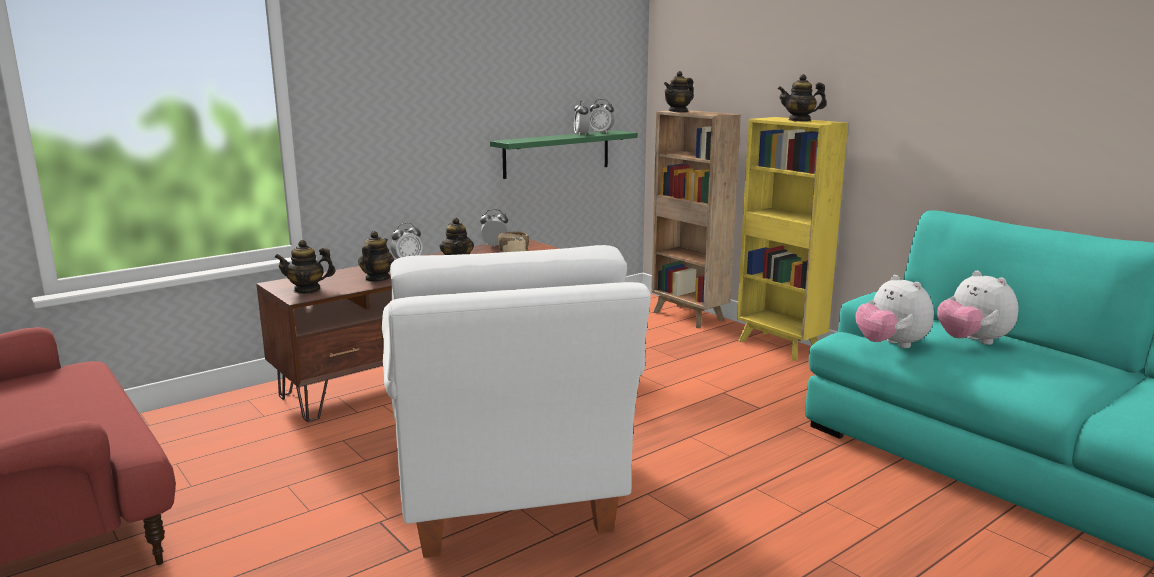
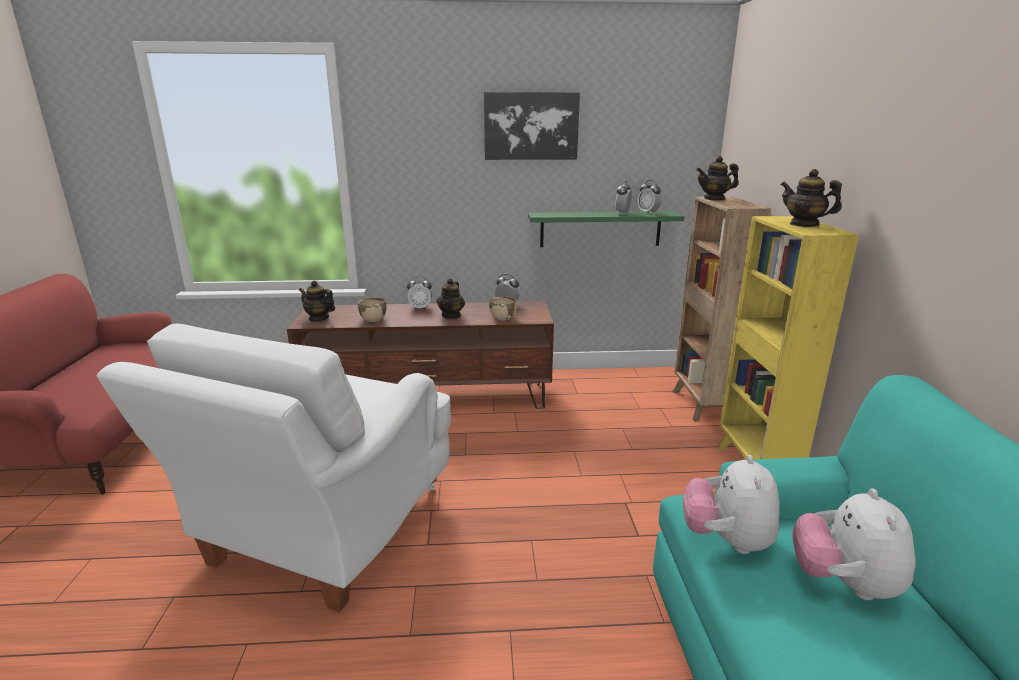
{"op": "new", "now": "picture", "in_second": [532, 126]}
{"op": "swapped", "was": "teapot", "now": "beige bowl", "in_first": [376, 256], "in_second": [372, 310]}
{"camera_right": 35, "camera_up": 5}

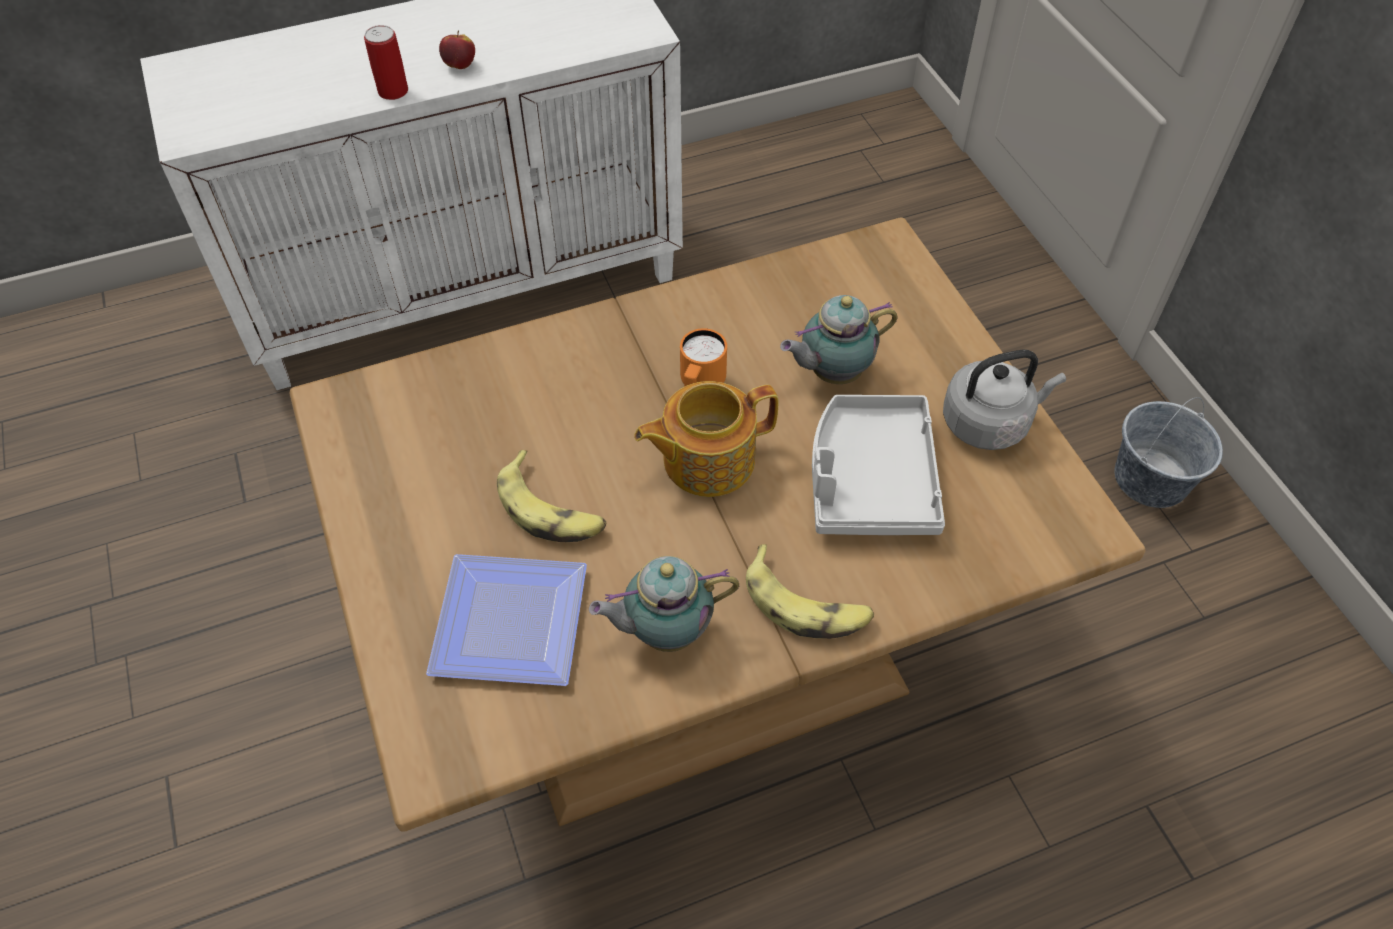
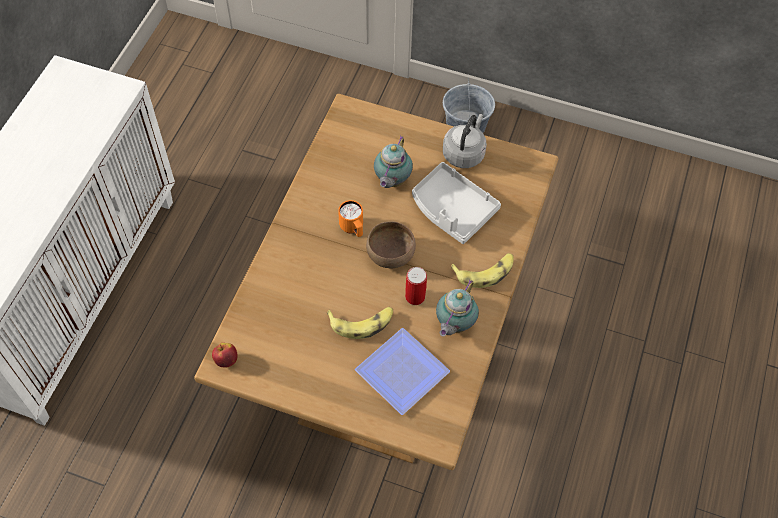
{"op": "shifted", "was": "can", "in_first": [386, 62], "in_second": [416, 286]}
{"op": "shifted", "was": "apple", "in_first": [457, 49], "in_second": [225, 355]}
{"op": "swapped", "was": "teapot", "now": "brown bowl", "in_first": [706, 439], "in_second": [391, 244]}
{"camera_right": -50, "camera_up": 5}

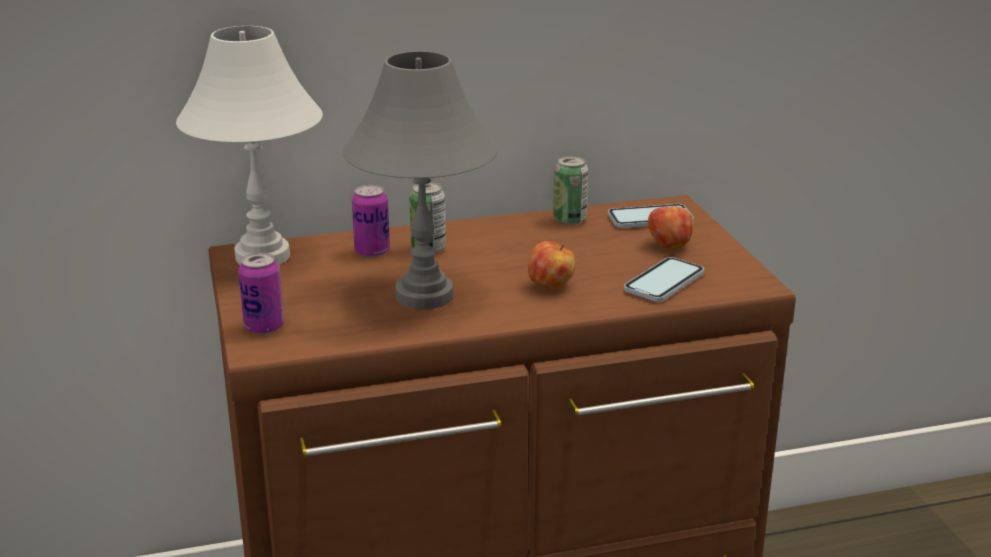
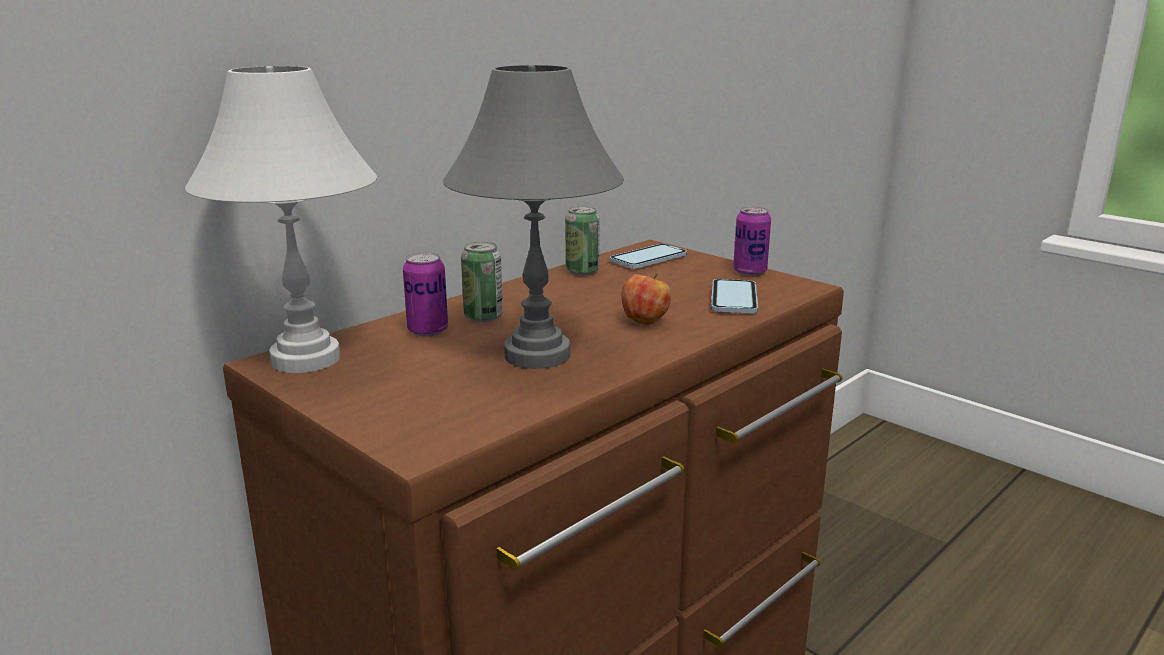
{"op": "gone", "was": "apple", "in_first": [670, 225]}
{"op": "shifted", "was": "can", "in_first": [261, 293], "in_second": [752, 241]}
{"camera_right": -30, "camera_up": -5}

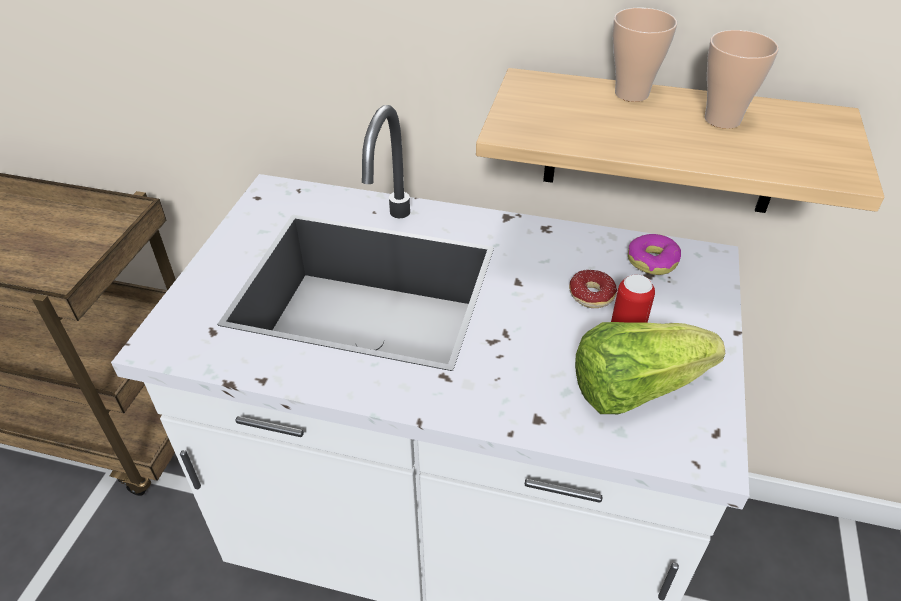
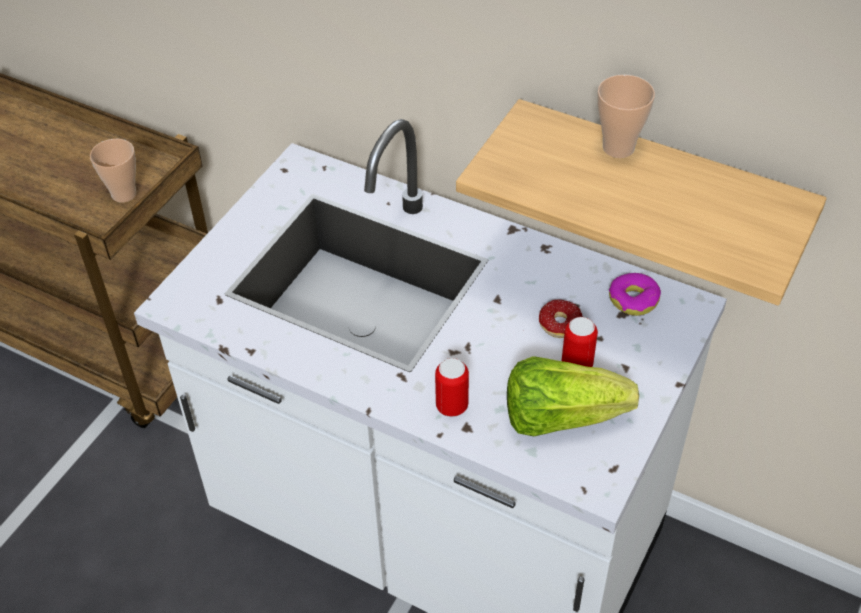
{"op": "new", "now": "can", "in_second": [452, 387]}
{"op": "shifted", "was": "cup", "in_first": [742, 79], "in_second": [113, 170]}
{"camera_right": 15, "camera_up": 5}

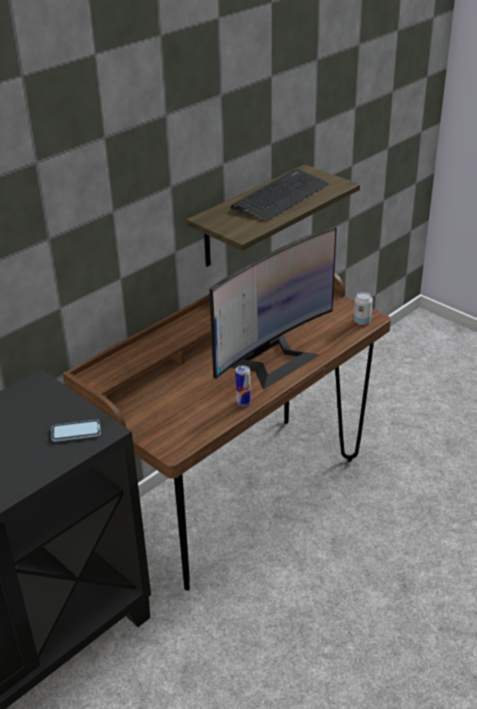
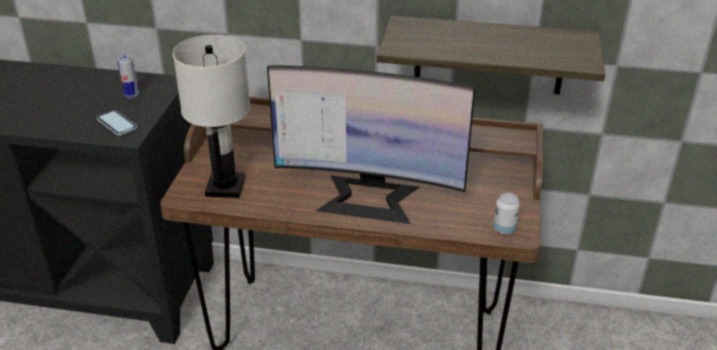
{"op": "gone", "was": "keyboard", "in_first": [280, 195]}
{"op": "new", "now": "white table lamp", "in_second": [212, 116]}
{"op": "shifted", "was": "can", "in_first": [243, 386], "in_second": [128, 77]}
{"camera_right": 55, "camera_up": 0}

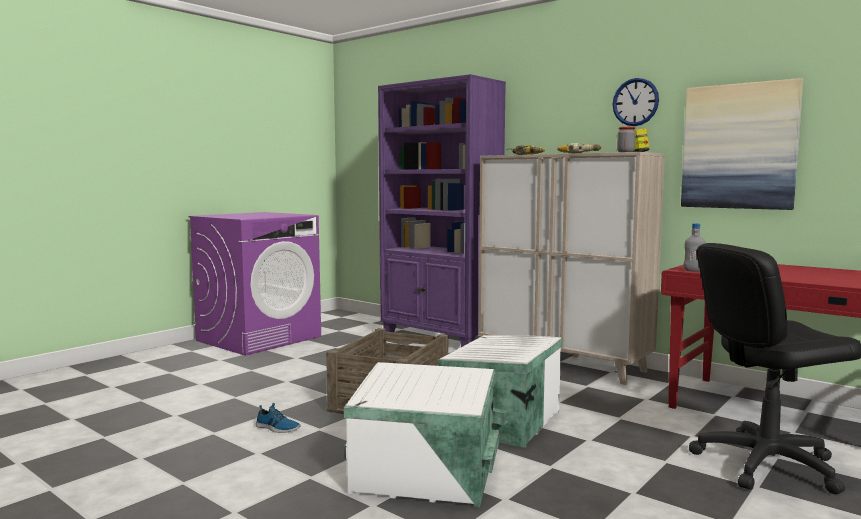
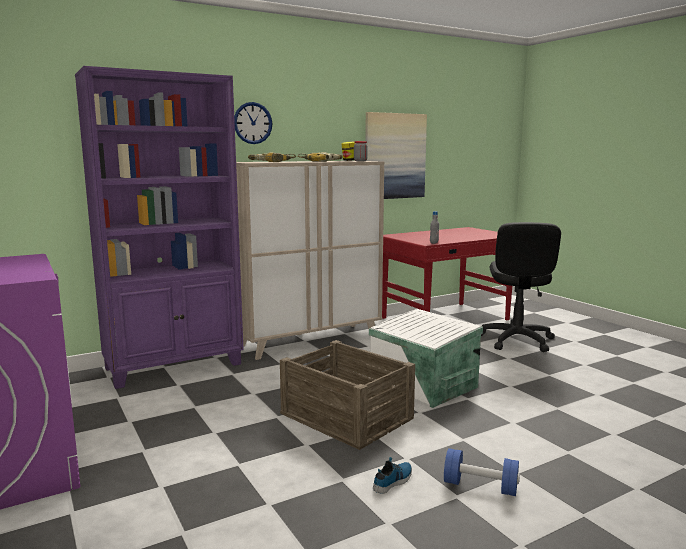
{"op": "gone", "was": "white storage box", "in_first": [421, 434]}
{"op": "new", "now": "blue dumbbell", "in_second": [482, 472]}
{"op": "shifted", "was": "wall clock", "in_first": [636, 102], "in_second": [253, 123]}
{"camera_right": -70, "camera_up": 5}

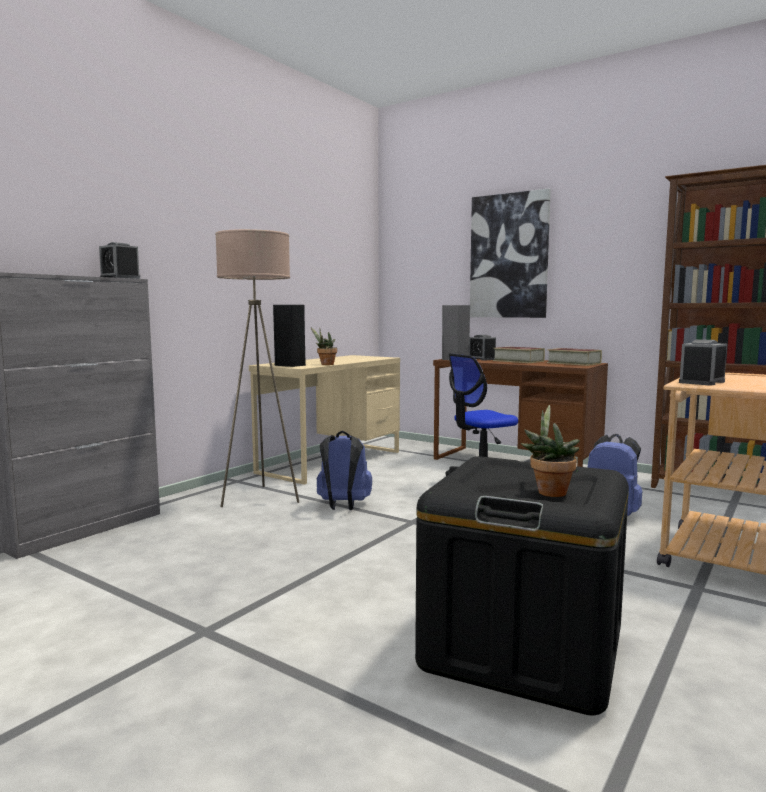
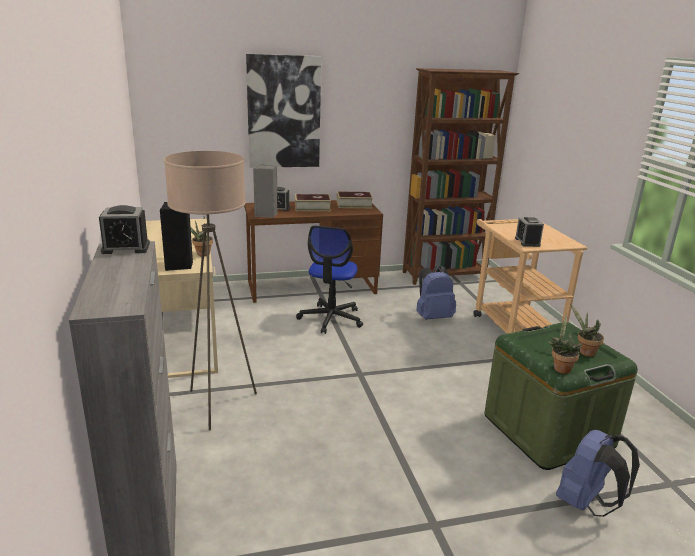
{"op": "new", "now": "potted plant", "in_second": [565, 344]}
{"op": "shifted", "was": "blue backpack", "in_first": [344, 470], "in_second": [598, 473]}
{"op": "repainted", "was": "black storage box", "now": "green storage box", "in_first": [522, 585], "in_second": [561, 396]}
{"camera_right": -50, "camera_up": 15}

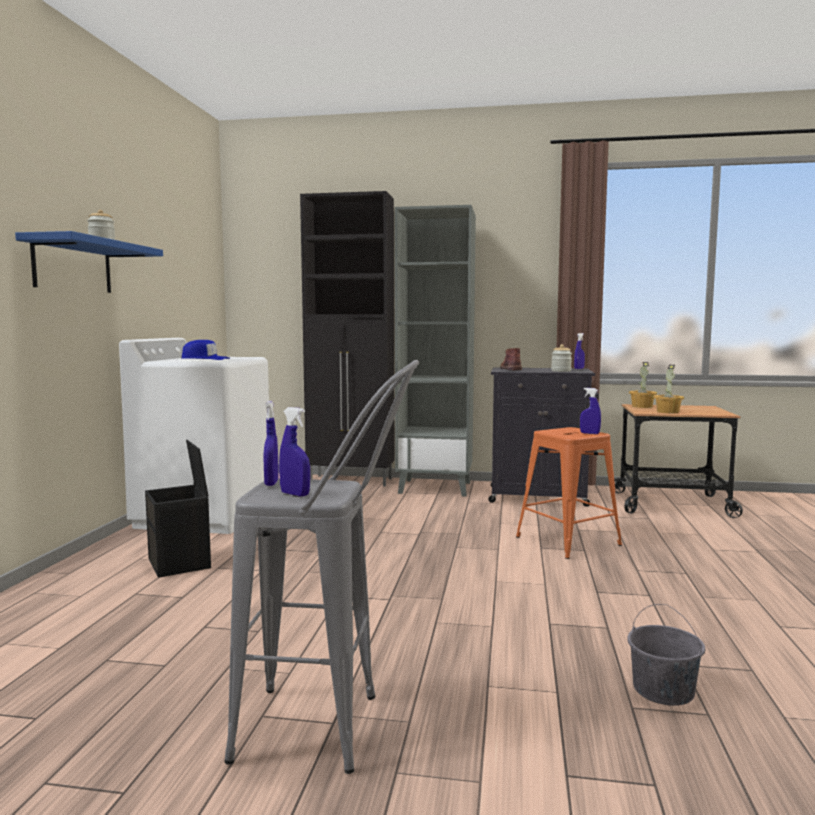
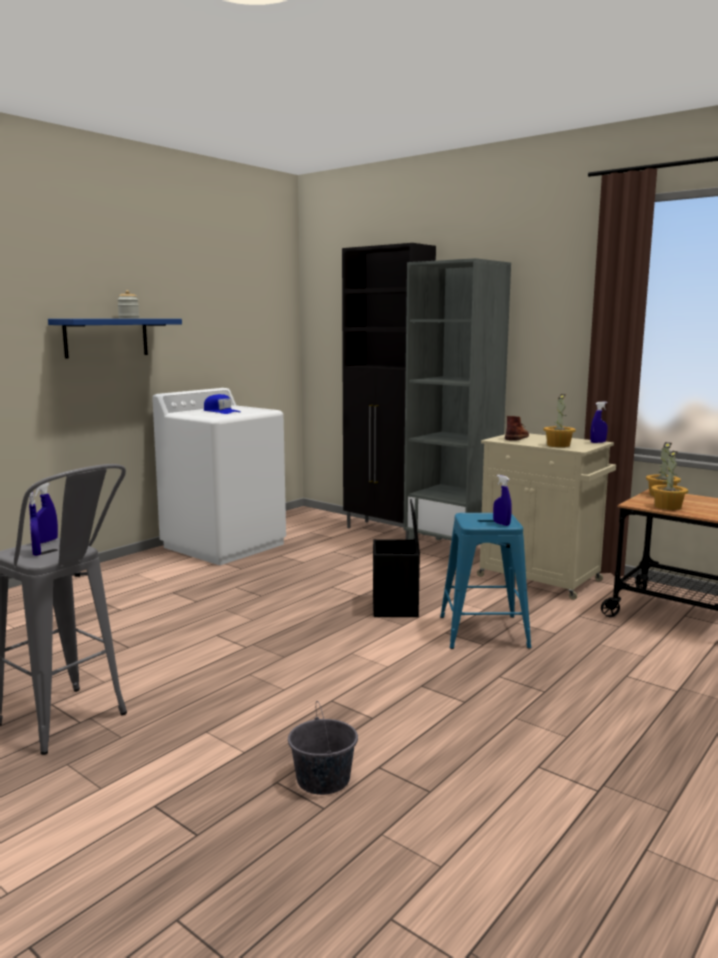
{"op": "shifted", "was": "black storage box", "in_first": [178, 509], "in_second": [396, 558]}
{"op": "swapped", "was": "jar", "now": "potted plant", "in_first": [561, 358], "in_second": [560, 420]}
{"op": "repainted", "was": "black cabinet", "now": "beige cabinet", "in_first": [544, 437], "in_second": [546, 516]}
{"op": "repainted", "was": "orange stool", "now": "blue stool", "in_first": [569, 493], "in_second": [486, 581]}
{"camera_right": 30, "camera_up": 5}

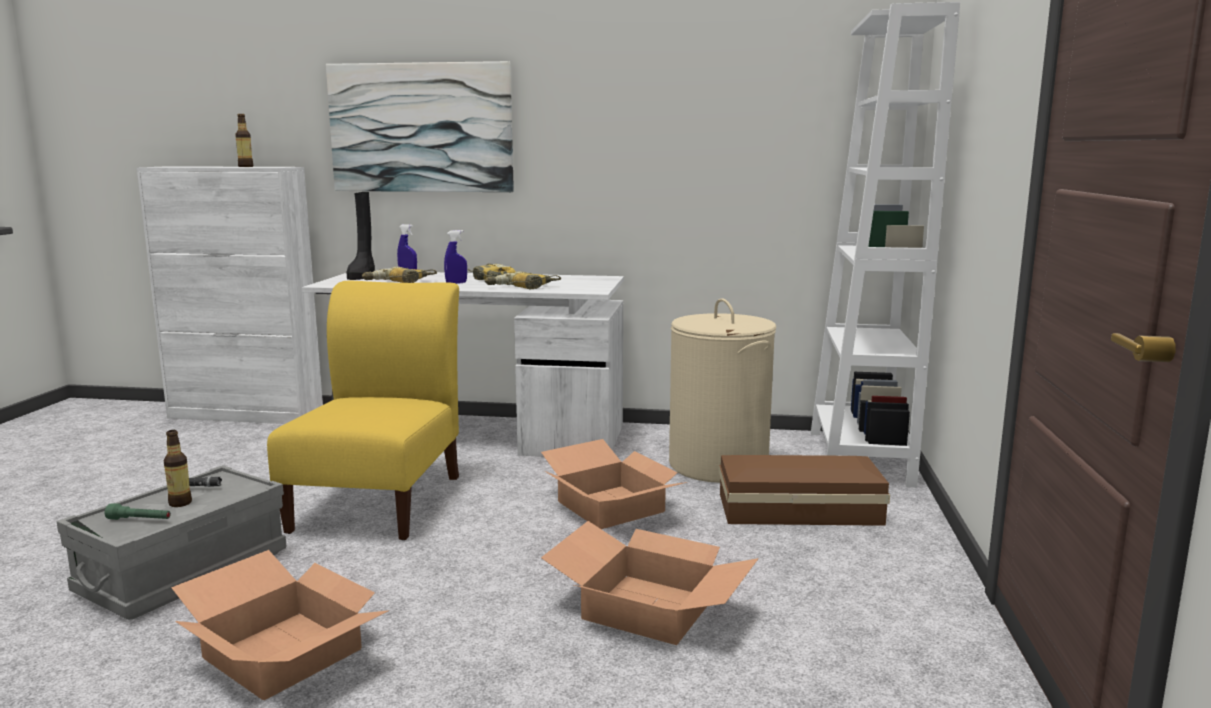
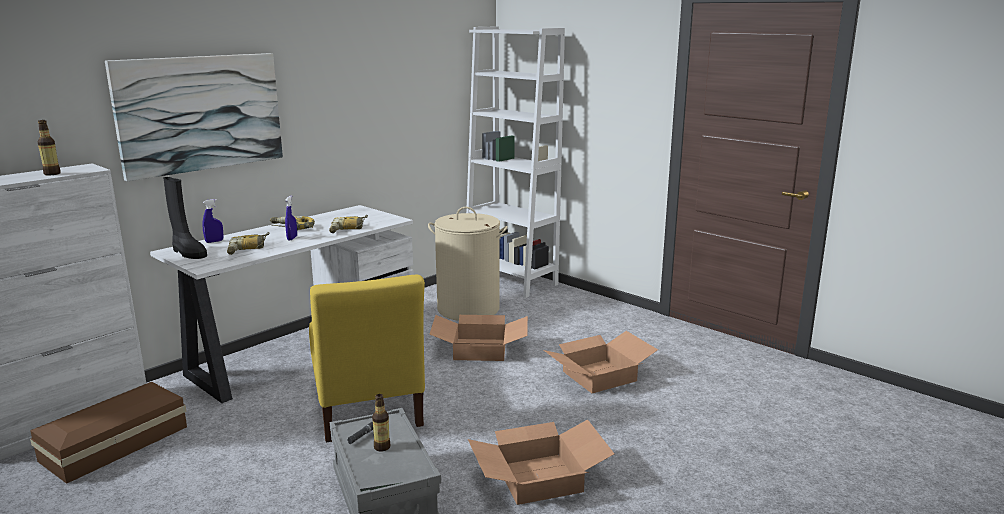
{"op": "gone", "was": "green flashlight", "in_first": [138, 512]}
{"op": "shifted", "was": "brown storage box", "in_first": [804, 490], "in_second": [108, 433]}
{"op": "rotated", "was": "yellow chair", "in_first": [363, 410], "in_second": [367, 358], "clockwise": -150}
{"camera_right": -55, "camera_up": 5}

